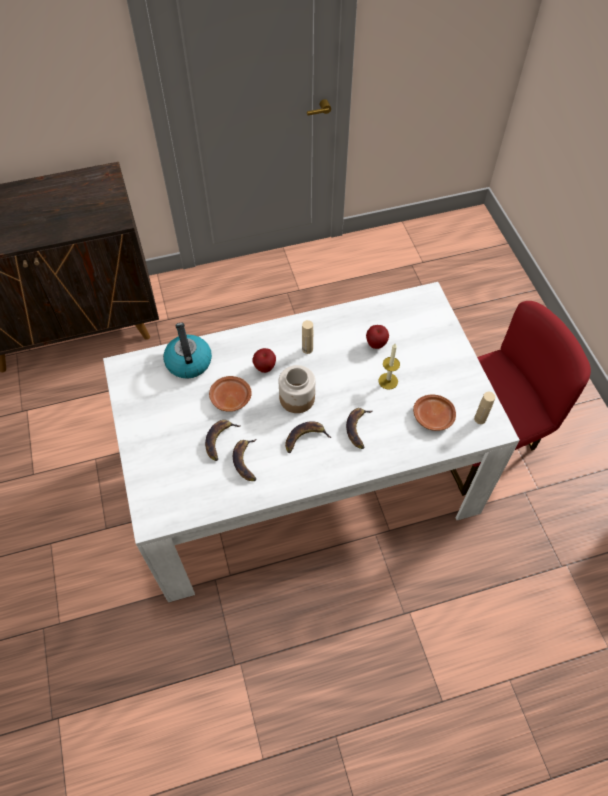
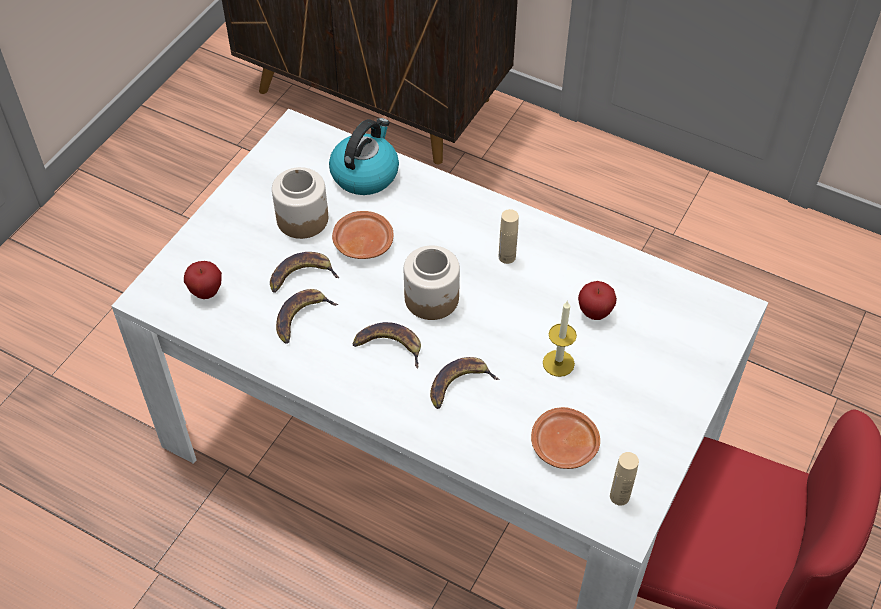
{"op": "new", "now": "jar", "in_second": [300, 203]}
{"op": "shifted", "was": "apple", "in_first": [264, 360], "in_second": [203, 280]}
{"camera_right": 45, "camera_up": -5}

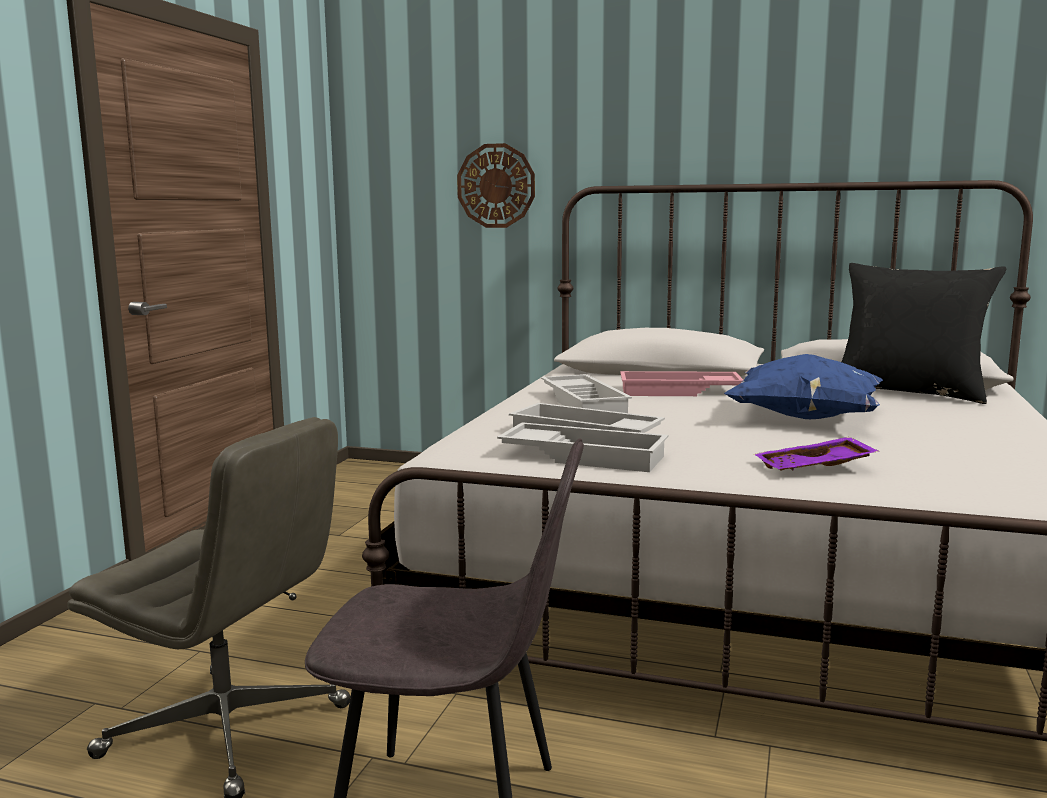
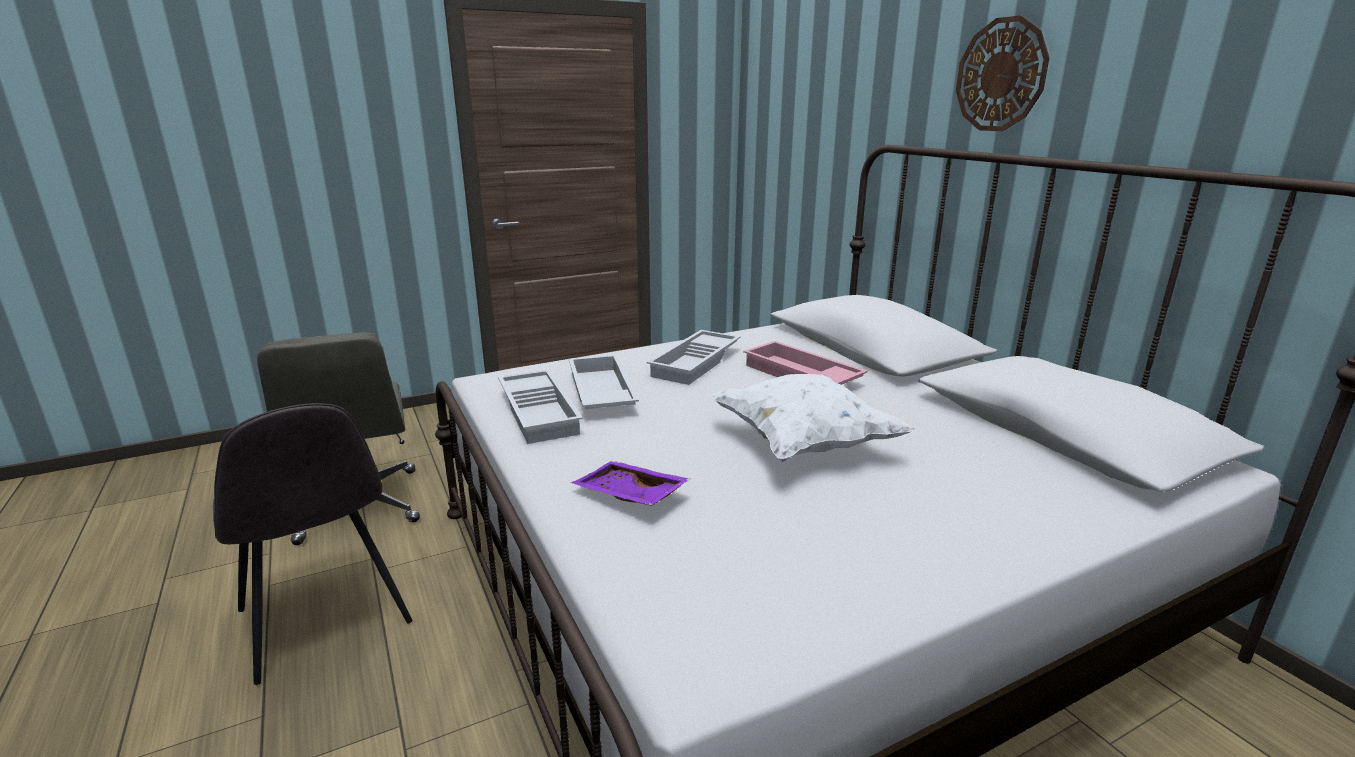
{"op": "gone", "was": "black pillow", "in_first": [924, 333]}
{"op": "shifted", "was": "wall clock", "in_first": [496, 185], "in_second": [1002, 73]}
{"op": "repainted", "was": "blue pillow", "now": "white pillow", "in_first": [803, 386], "in_second": [813, 417]}
{"camera_right": 45, "camera_up": 10}

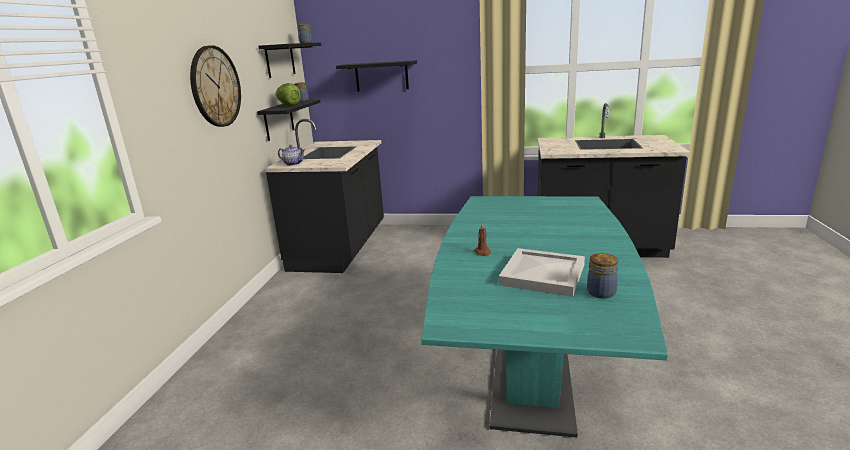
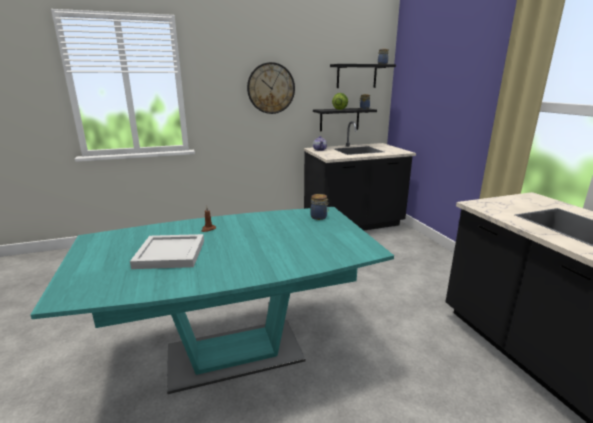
{"op": "gone", "was": "black shelf", "in_first": [376, 76]}
{"op": "shifted", "was": "jar", "in_first": [602, 275], "in_second": [319, 207]}
{"camera_right": 60, "camera_up": 0}

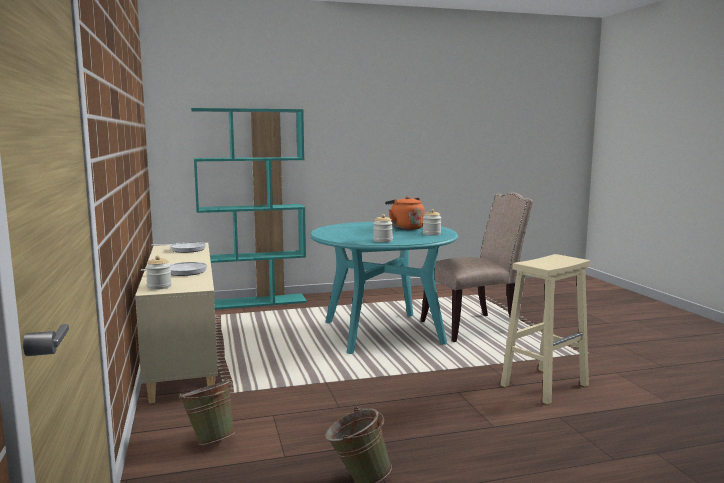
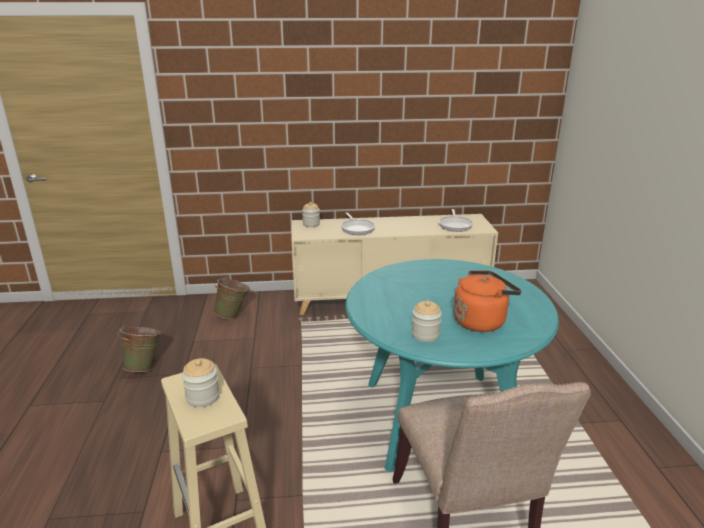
{"op": "gone", "was": "turquoise bookcase", "in_first": [249, 209]}
{"op": "shifted", "was": "jar", "in_first": [383, 228], "in_second": [201, 382]}
{"camera_right": 100, "camera_up": 15}

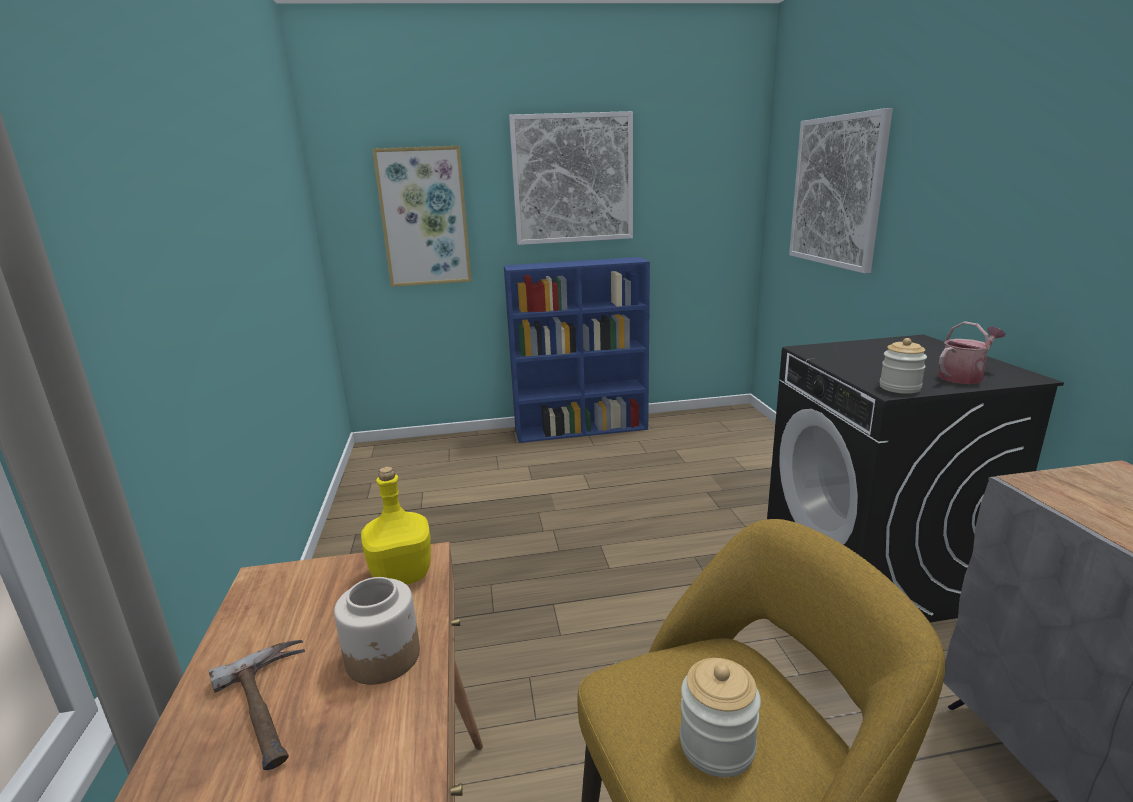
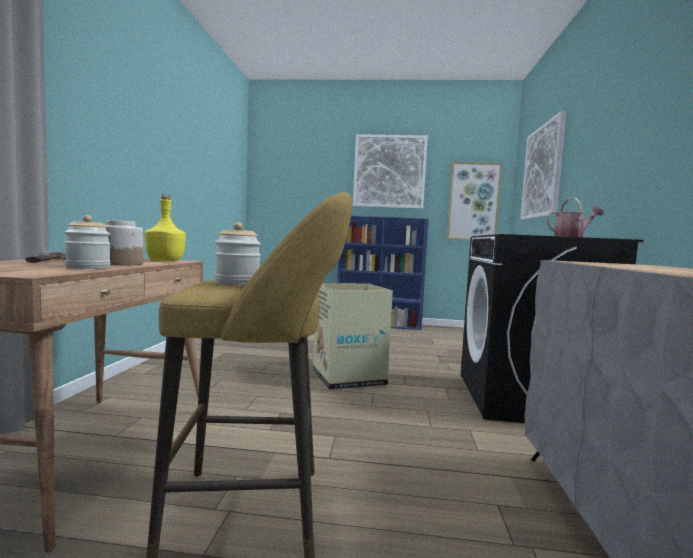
{"op": "new", "now": "cardboard box", "in_second": [353, 336]}
{"op": "shifted", "was": "picture", "in_first": [422, 216], "in_second": [475, 201]}
{"op": "shifted", "was": "jar", "in_first": [903, 366], "in_second": [87, 242]}
{"camera_right": 15, "camera_up": -15}

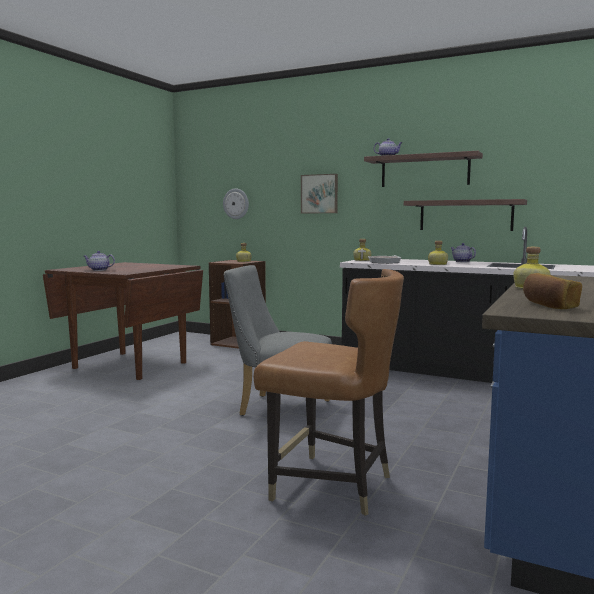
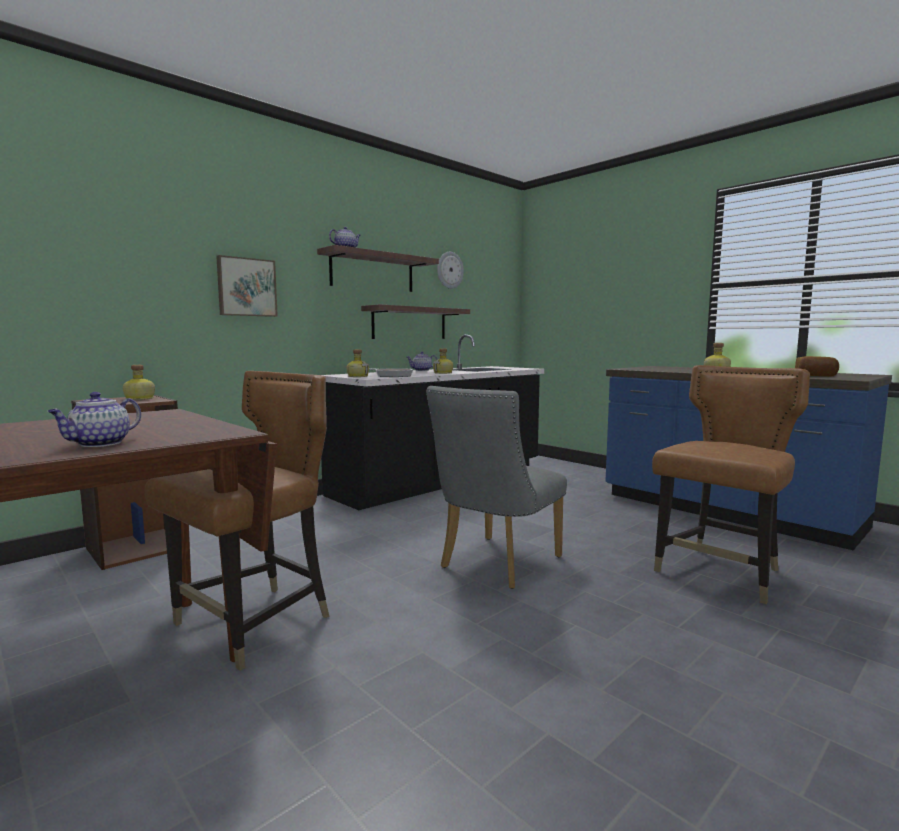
{"op": "new", "now": "brown chair", "in_second": [237, 521]}
{"op": "shifted", "was": "wall clock", "in_first": [236, 203], "in_second": [450, 270]}
{"camera_right": -70, "camera_up": 0}

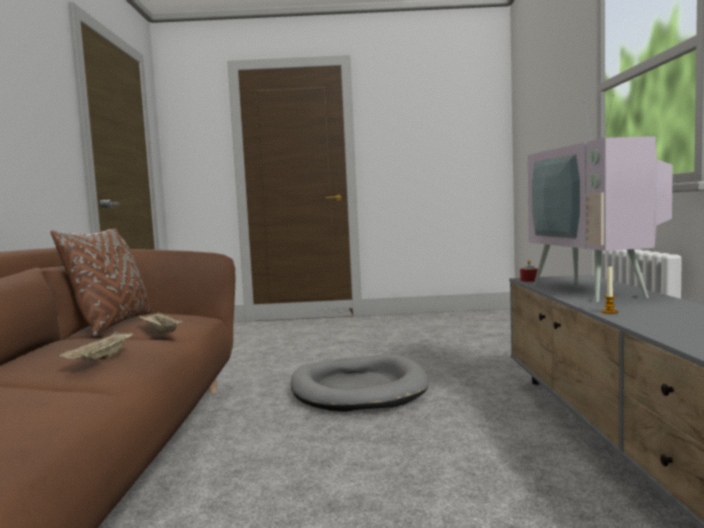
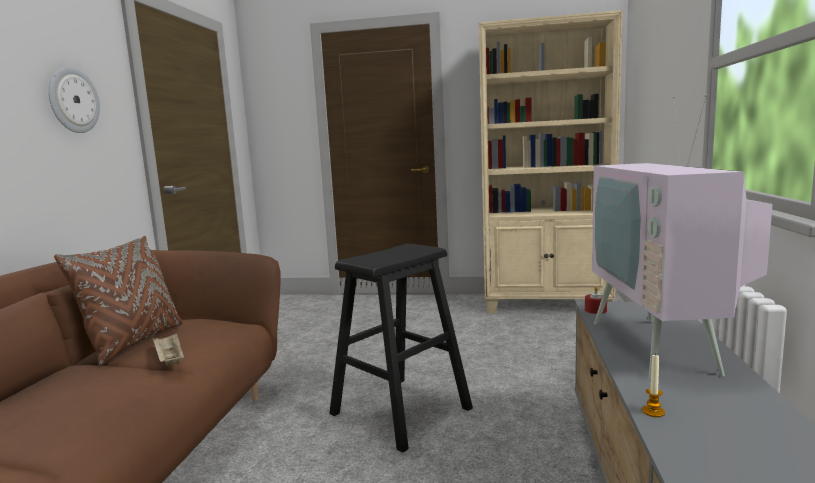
{"op": "gone", "was": "beige tray", "in_first": [96, 345]}
{"op": "new", "now": "wall clock", "in_second": [74, 100]}
{"op": "new", "now": "beige bookcase", "in_second": [551, 161]}
{"op": "swapped", "was": "grey dog bed", "now": "black stool", "in_first": [359, 383], "in_second": [401, 348]}
{"camera_right": 10, "camera_up": 5}

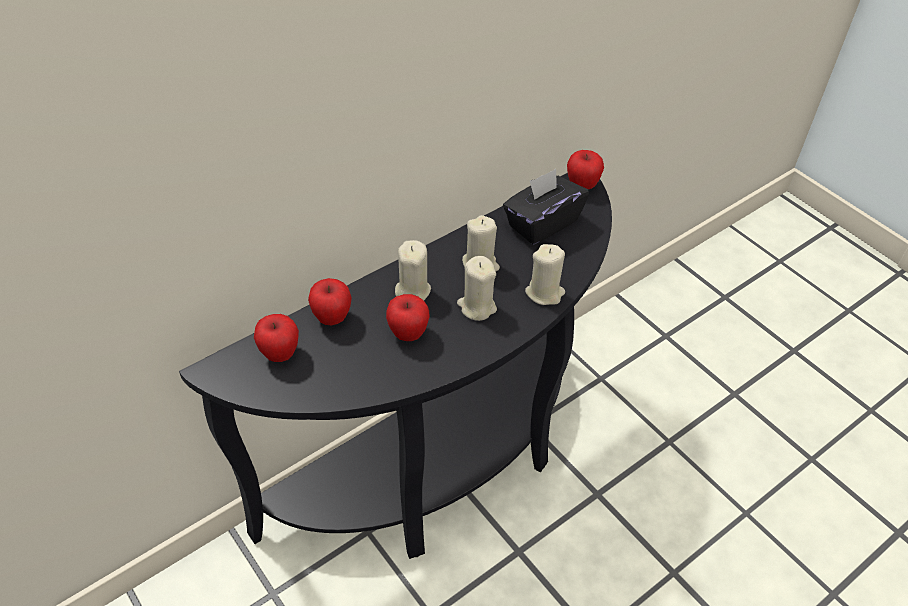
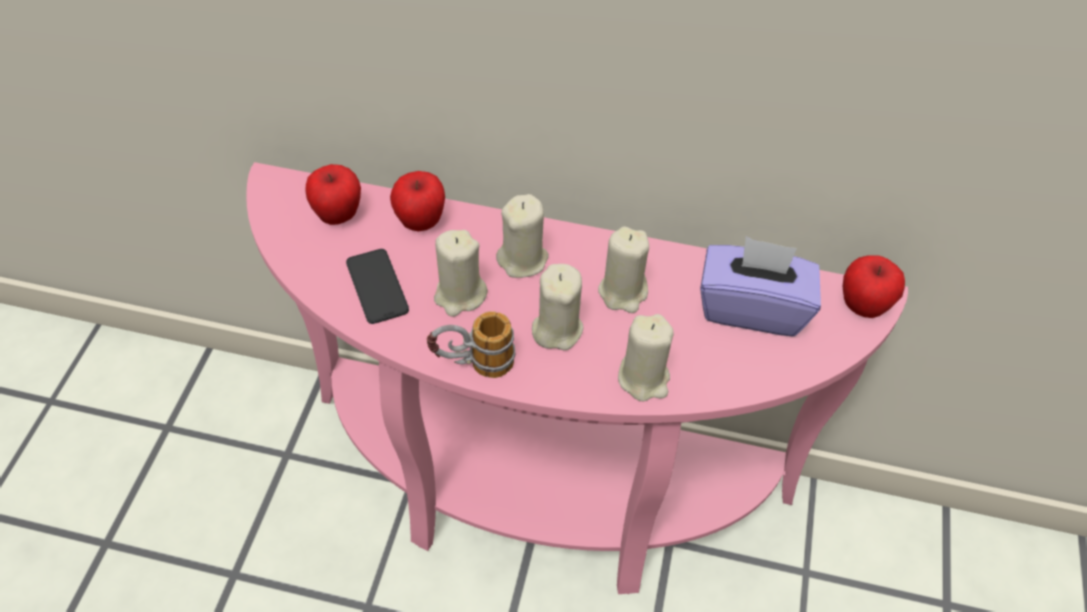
{"op": "new", "now": "phone", "in_second": [377, 286]}
{"op": "new", "now": "mug", "in_second": [471, 344]}
{"op": "swapped", "was": "apple", "now": "beige candle", "in_first": [408, 317], "in_second": [461, 273]}
{"op": "repainted", "was": "black console table", "now": "pink console table", "in_first": [395, 366], "in_second": [577, 378]}
{"op": "repainted", "was": "black tissue box", "now": "purple tissue box", "in_first": [546, 207], "in_second": [760, 286]}
{"camera_right": 50, "camera_up": 5}

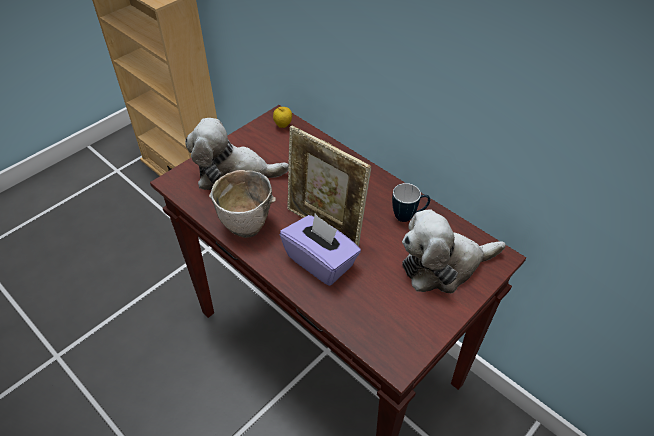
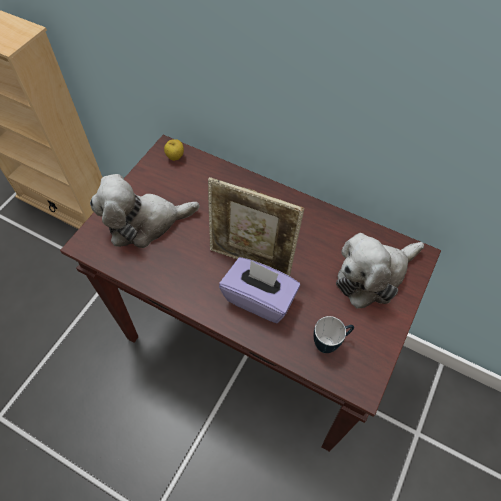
{"op": "gone", "was": "bowl", "in_first": [242, 204]}
{"op": "shifted", "was": "mug", "in_first": [411, 202], "in_second": [334, 334]}
{"camera_right": -15, "camera_up": 10}

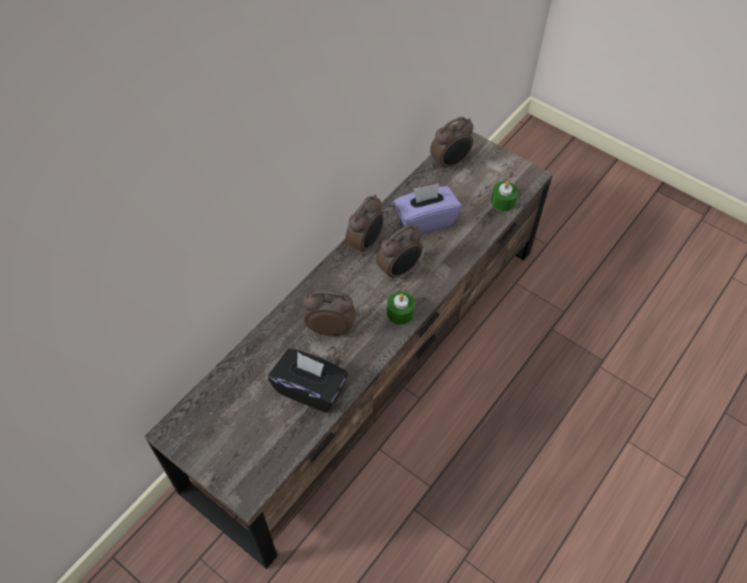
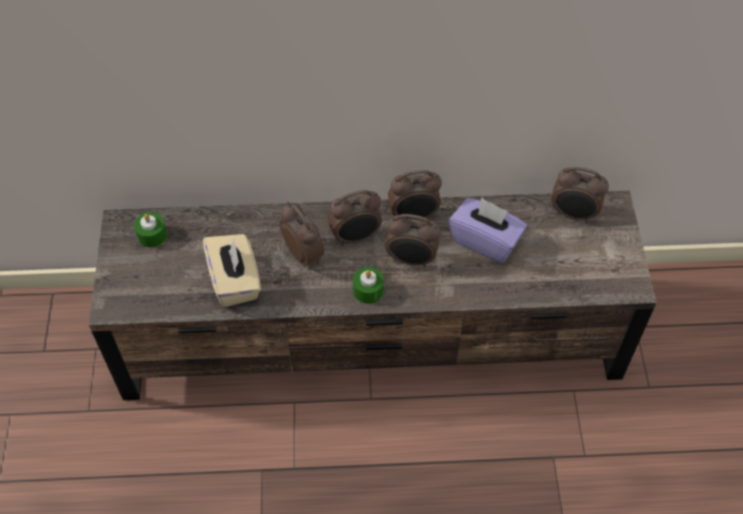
{"op": "new", "now": "alarm clock", "in_second": [355, 218]}
{"op": "shifted", "was": "green candle", "in_first": [504, 196], "in_second": [150, 230]}
{"op": "repainted", "was": "black tissue box", "now": "beige tissue box", "in_first": [308, 381], "in_second": [232, 270]}
{"camera_right": 50, "camera_up": 0}

